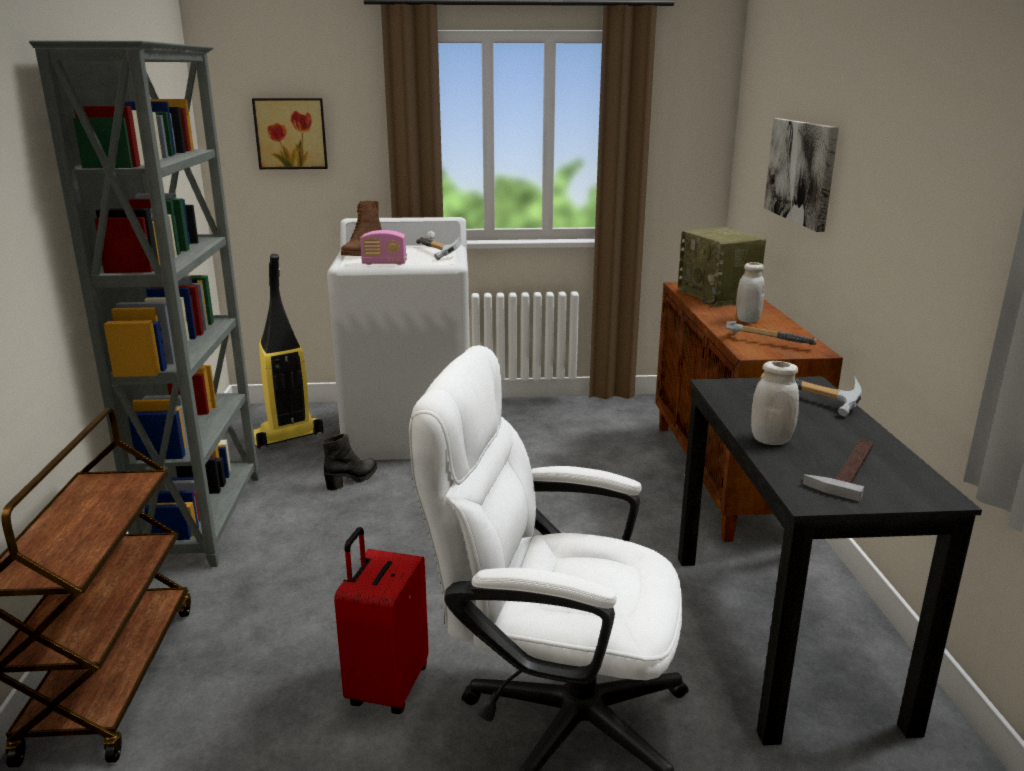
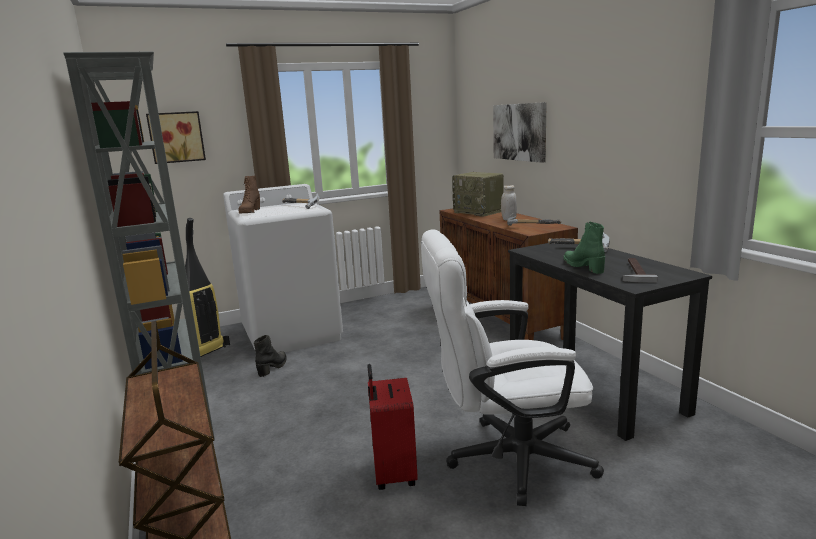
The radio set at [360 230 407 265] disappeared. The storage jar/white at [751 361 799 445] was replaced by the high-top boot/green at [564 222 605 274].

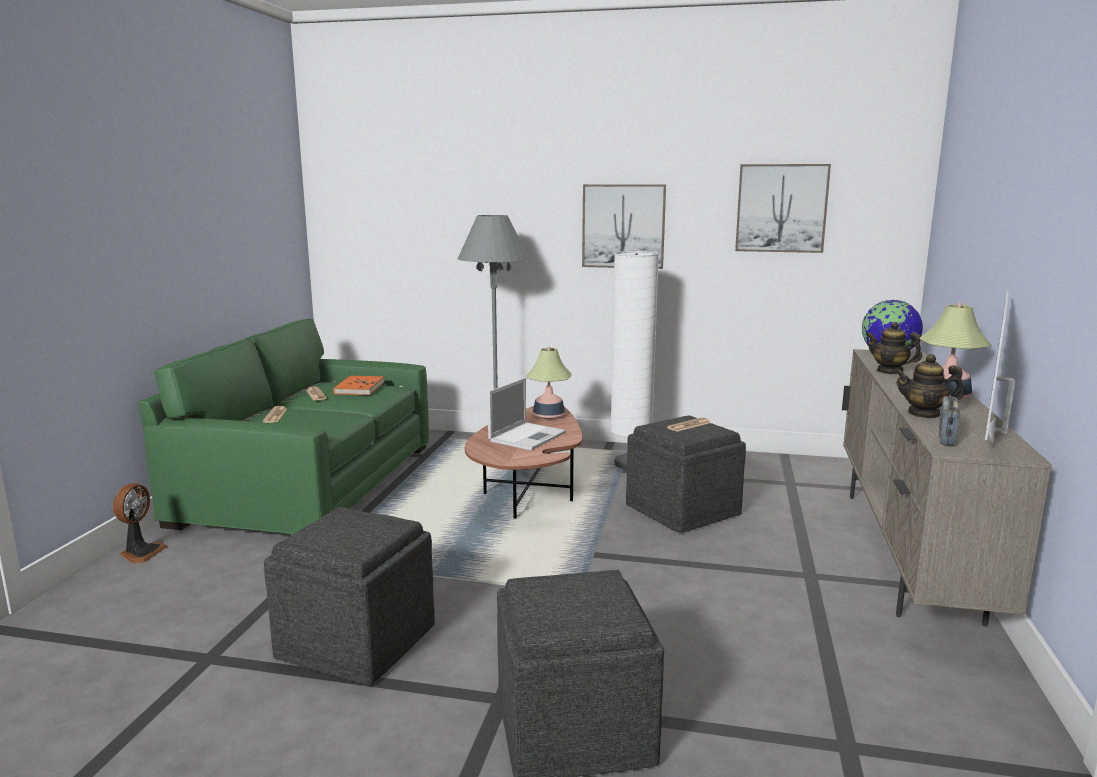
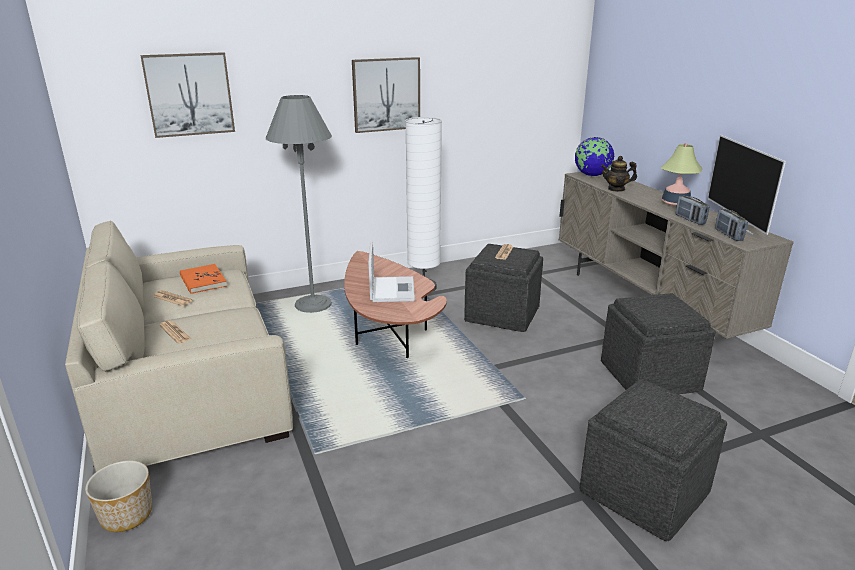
The wall art moved from [735 164 831 253] to [140 52 235 138]. The settee/green at [139 318 429 534] became the settee/beige-coloured at [65 220 293 472]. The table lamp at [526 347 572 419] disappeared. The tea pot at [894 354 964 418] was replaced by the radio set at [676 196 710 225]. The fan at [113 483 168 564] was replaced by the planter at [85 460 152 532]. The pouffe/grey moved from [264 507 435 685] to [601 293 716 394].

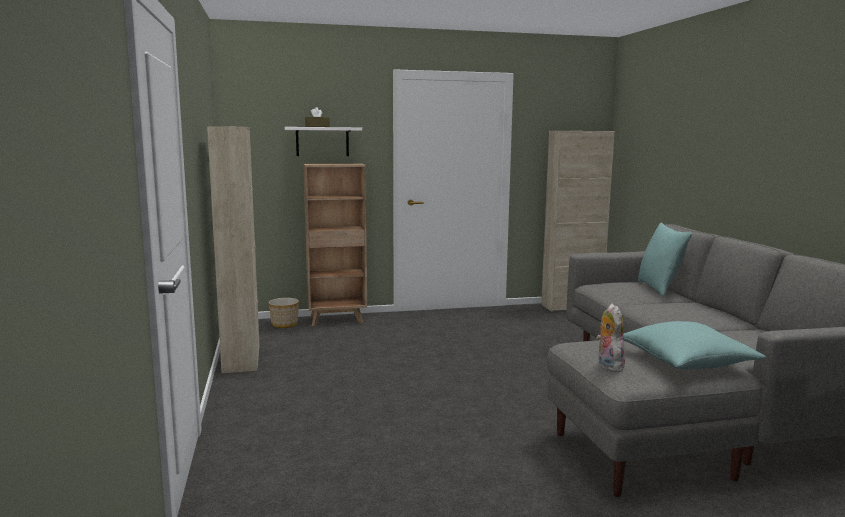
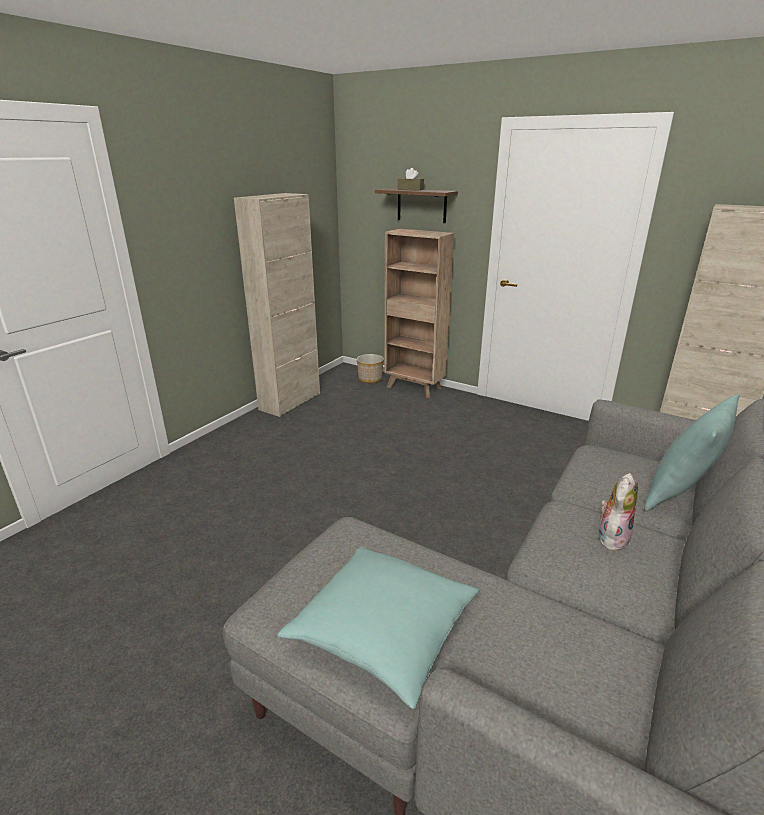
The shelf/white at [285 127 362 156] became the shelf/brown at [375 188 458 223]. The cuddly toy moved from [596 304 625 372] to [599 473 638 551].

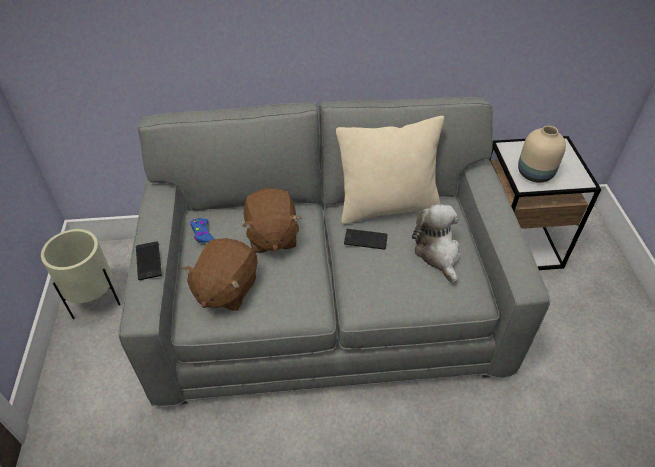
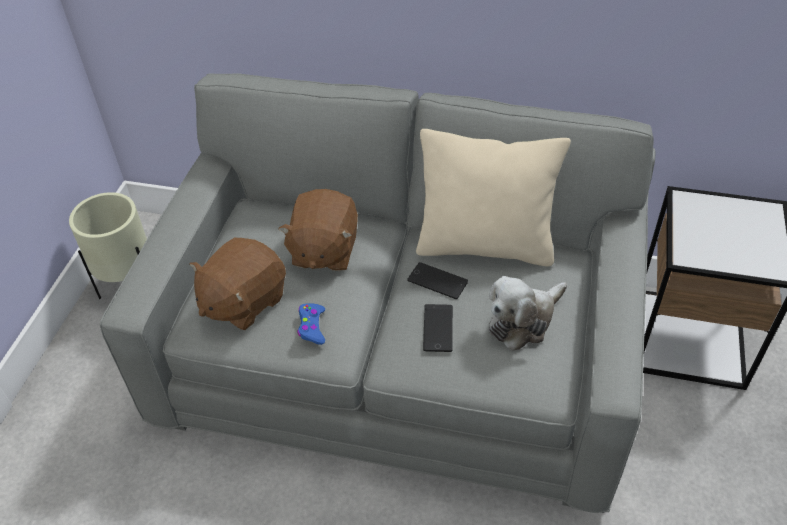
The decorative vase/beige-coloured at [518 126 566 183] disappeared. The cuddly toy at [412 204 460 283] turned 135 degrees counterclockwise. The joypad/blue-coloured moved from [190 218 215 243] to [297 303 325 345]. The telephone moved from [136 242 162 280] to [423 304 453 352].

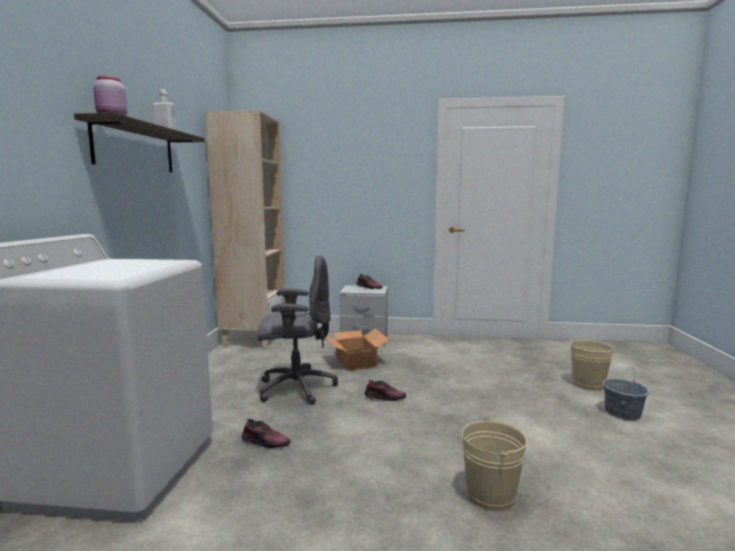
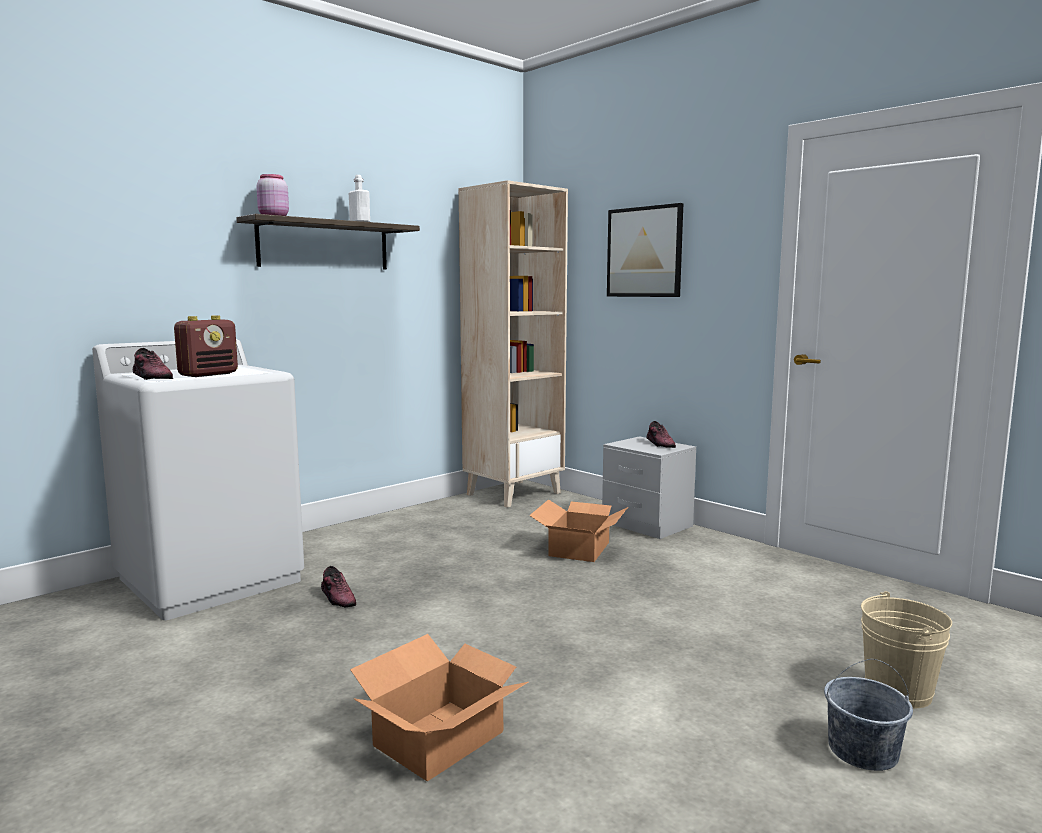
The office chair/grey at [258 255 338 405] disappeared. The item of footwear moved from [365 380 406 401] to [133 348 173 380]. The bucket/beige-coloured at [462 416 528 511] was replaced by the packing box at [350 634 528 782]. The wall art at [607 203 683 297] appeared. The radio set at [174 315 238 377] appeared.

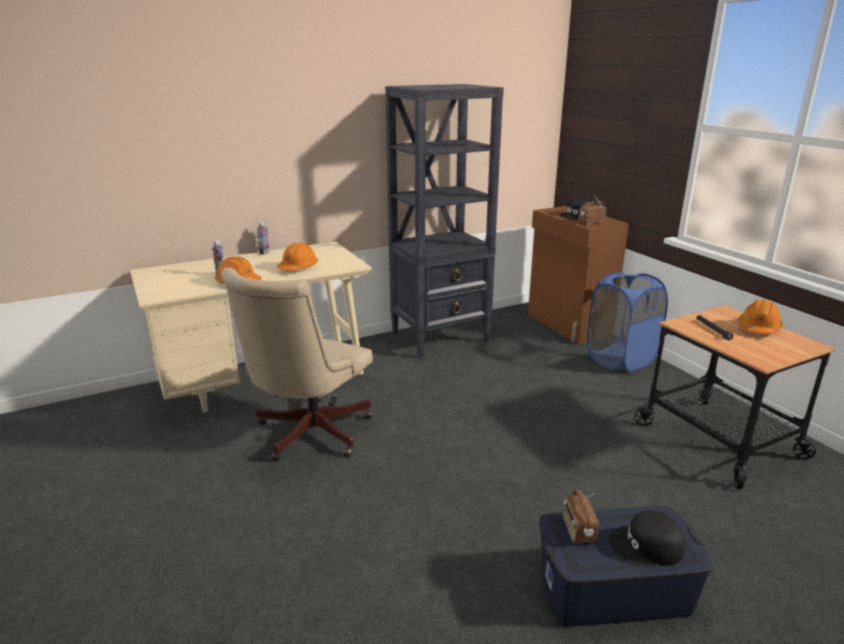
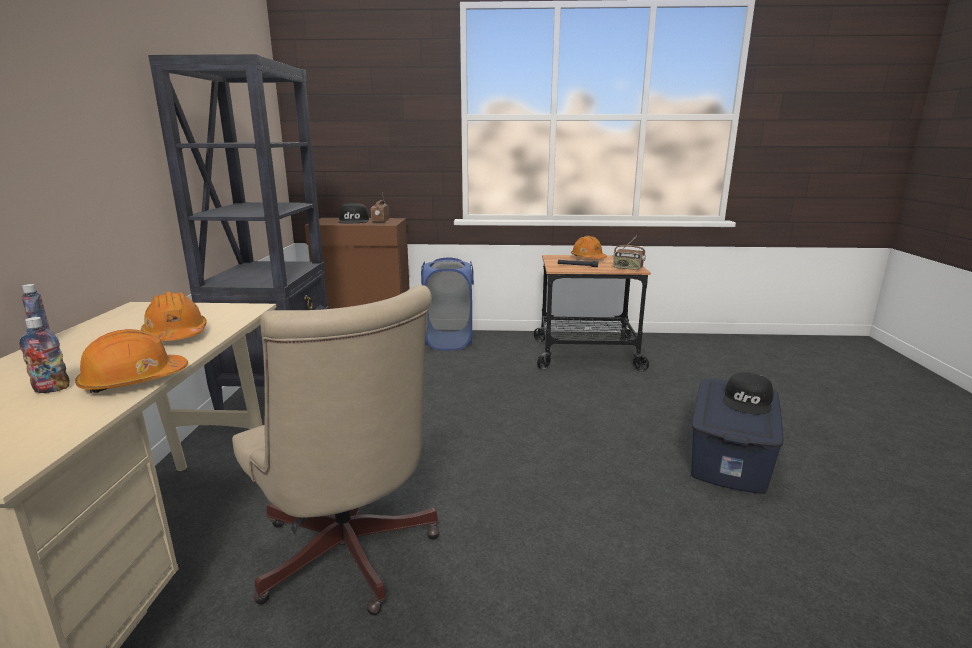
The radio set moved from [563 490 599 543] to [613 236 646 270].

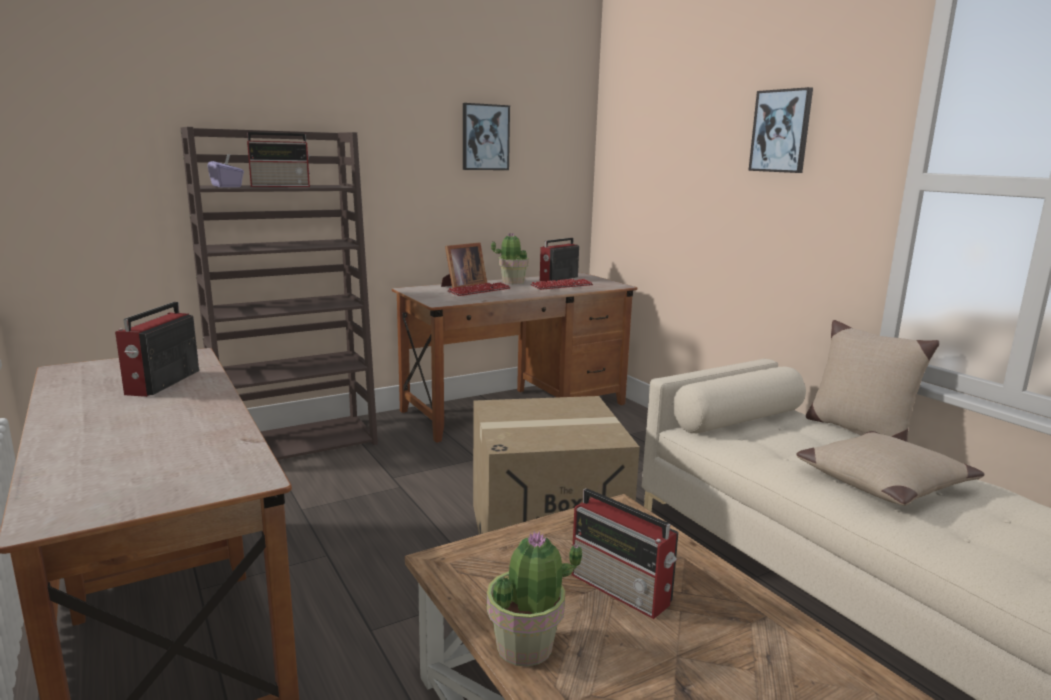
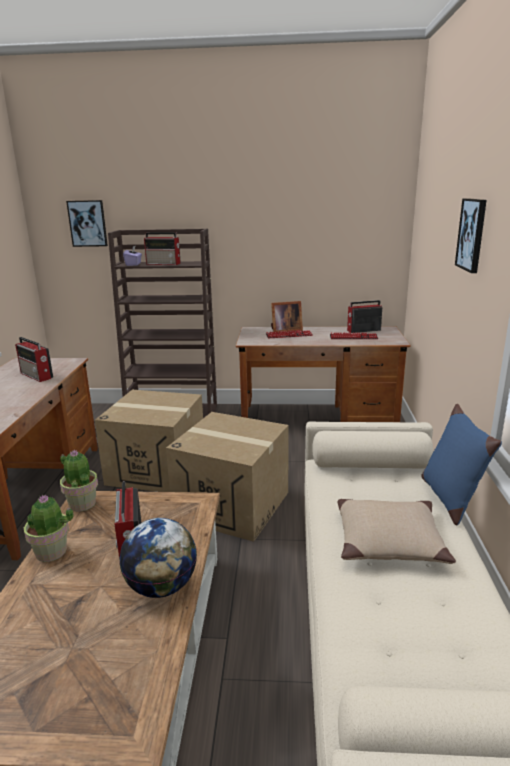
The wall art moved from [463 103 510 170] to [66 200 108 247]. The plant in a pot moved from [491 233 529 284] to [60 449 98 511]. The radio set at [115 302 199 397] turned 90 degrees counterclockwise. The pillow/beige-coloured at [806 320 939 442] became the pillow/blue-coloured at [421 404 502 526]. The packing box at [95 390 203 492] appeared. The world globe at [119 518 197 598] appeared.

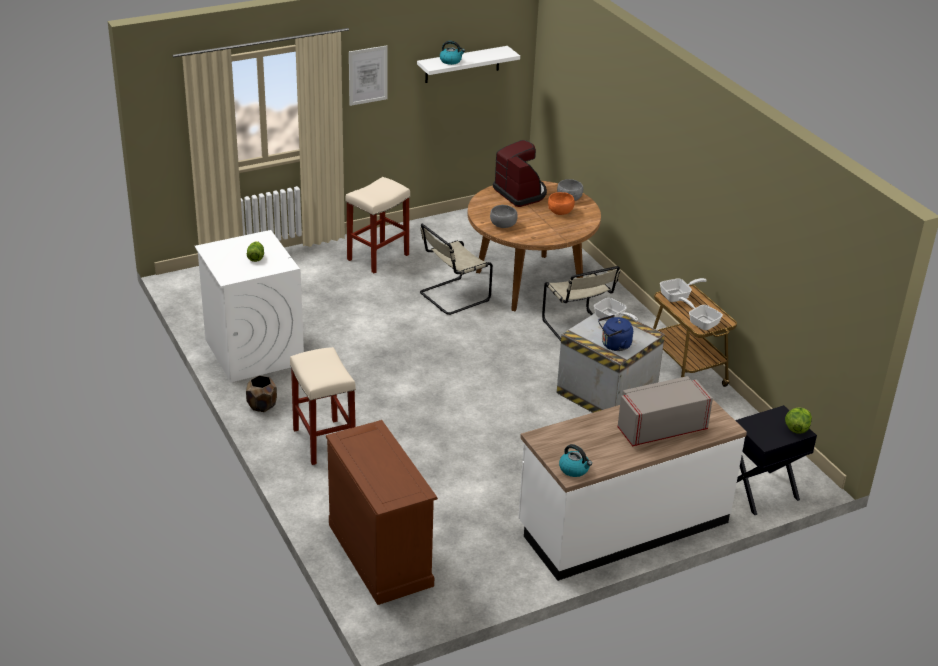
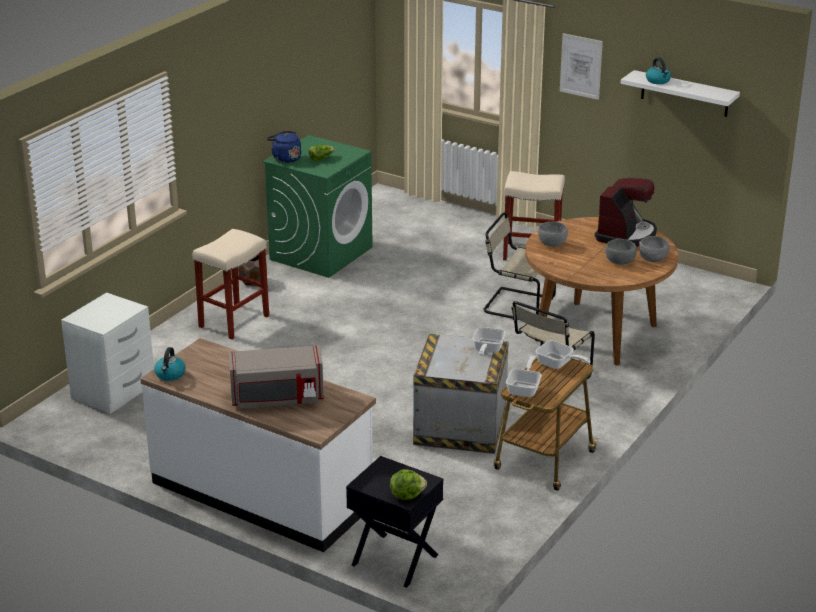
The serving bowl/orangey at [548 192 575 215] became the serving bowl/grey at [605 239 637 265]. The washing machine/white at [195 230 304 382] became the washing machine/green at [263 135 373 278]. The water kettle/blue-coloured moved from [598 315 633 351] to [267 131 301 163]. The kitchen microwave/grey at [617 376 713 446] turned 135 degrees clockwise. The chest of drawers/brown at [326 420 438 605] was replaced by the night table/white at [61 292 154 414].

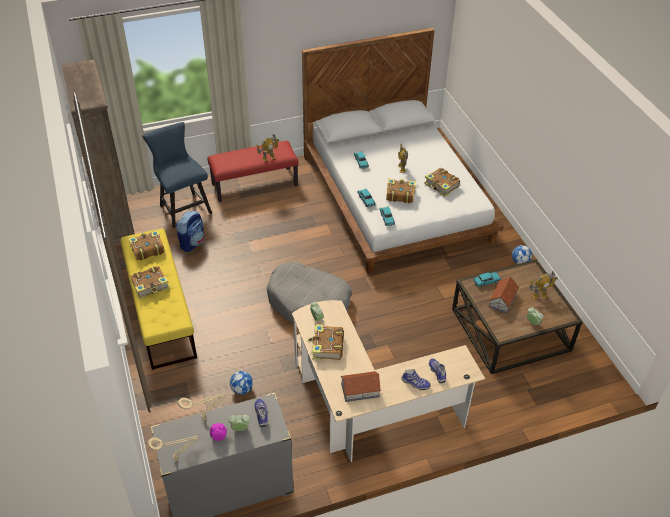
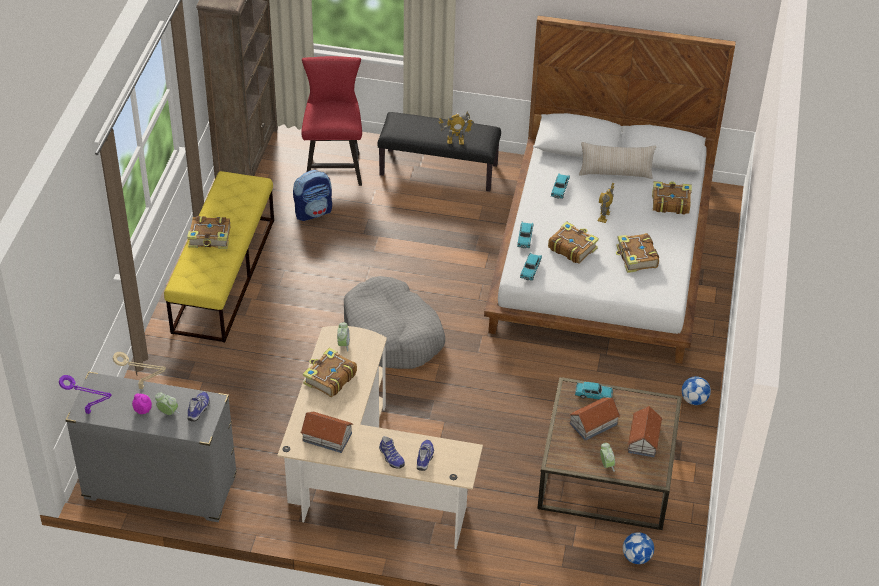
The plain chair/blue-coloured at [142 122 212 228] became the plain chair/red-coloured at [301 56 362 186]. The long seat/red-coloured at [208 141 299 202] became the long seat/blackish at [378 112 501 191]. The bound book moved from [128 230 165 260] to [652 181 692 214]. The model robot at [529 271 558 299] was replaced by the miniature house at [628 406 663 457]. The football ball moved from [230 371 253 395] to [623 532 654 564]. The table lamp/beige-coloured at [148 435 199 462] became the table lamp/purplish at [59 375 112 414]. The pillow/beige-coloured at [579 142 656 179] appeared.

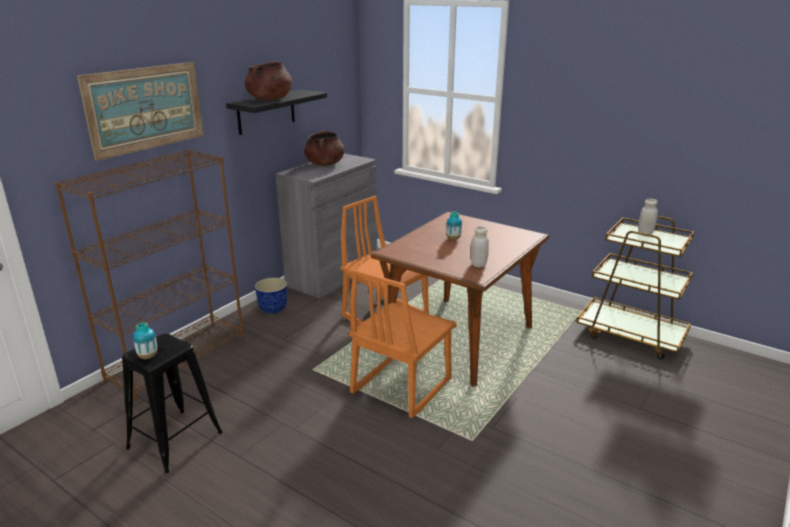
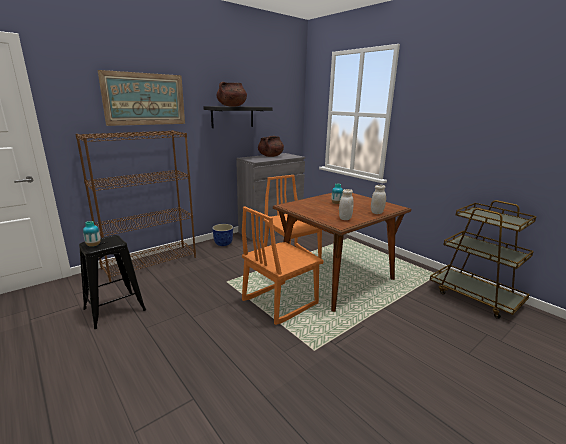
The storage jar/white moved from [638 199 658 236] to [371 185 386 214].

